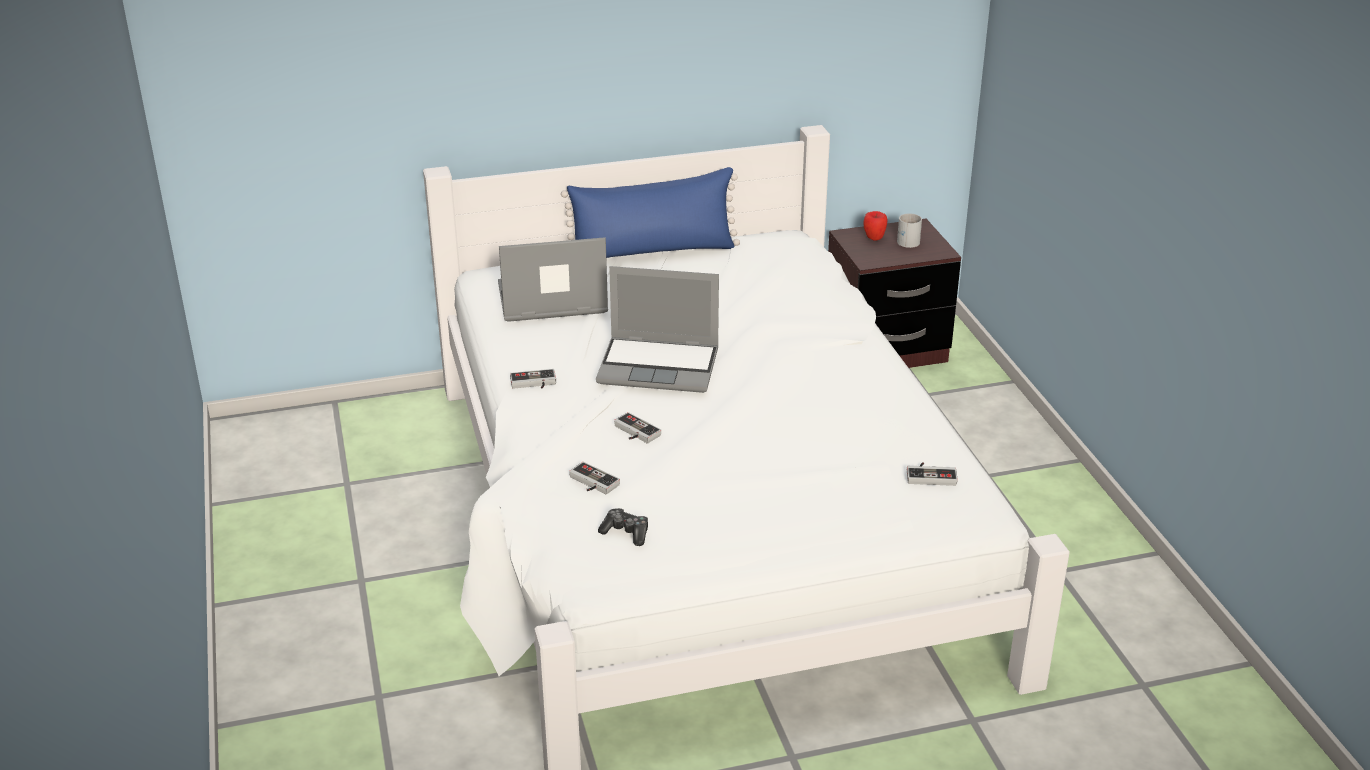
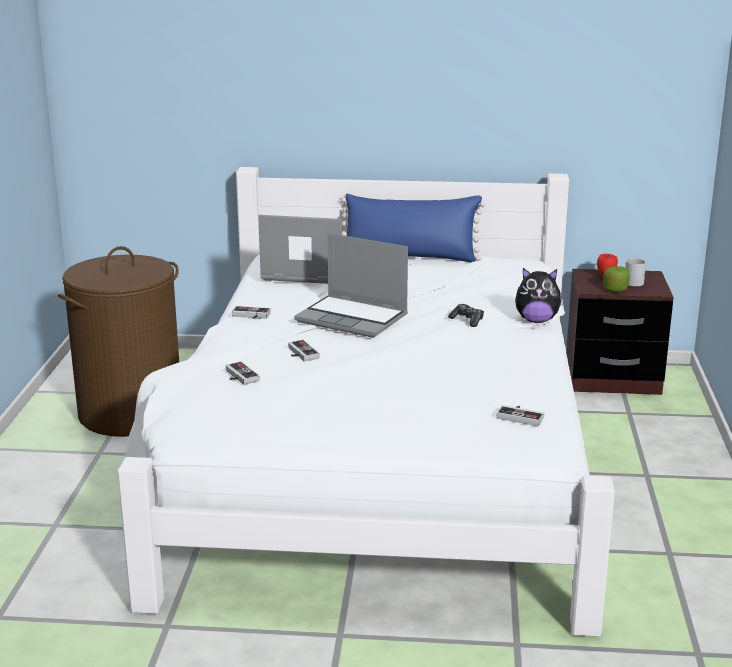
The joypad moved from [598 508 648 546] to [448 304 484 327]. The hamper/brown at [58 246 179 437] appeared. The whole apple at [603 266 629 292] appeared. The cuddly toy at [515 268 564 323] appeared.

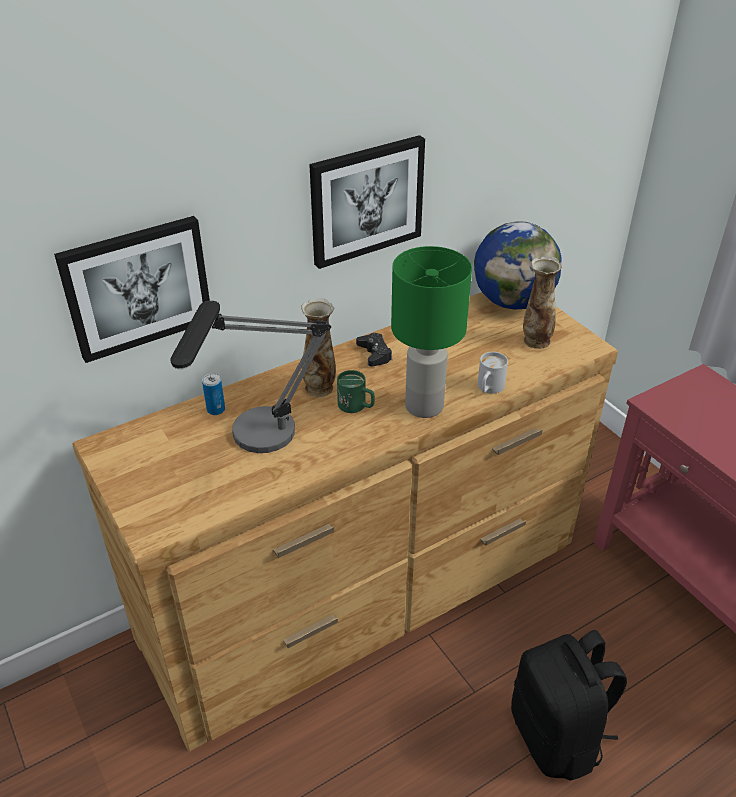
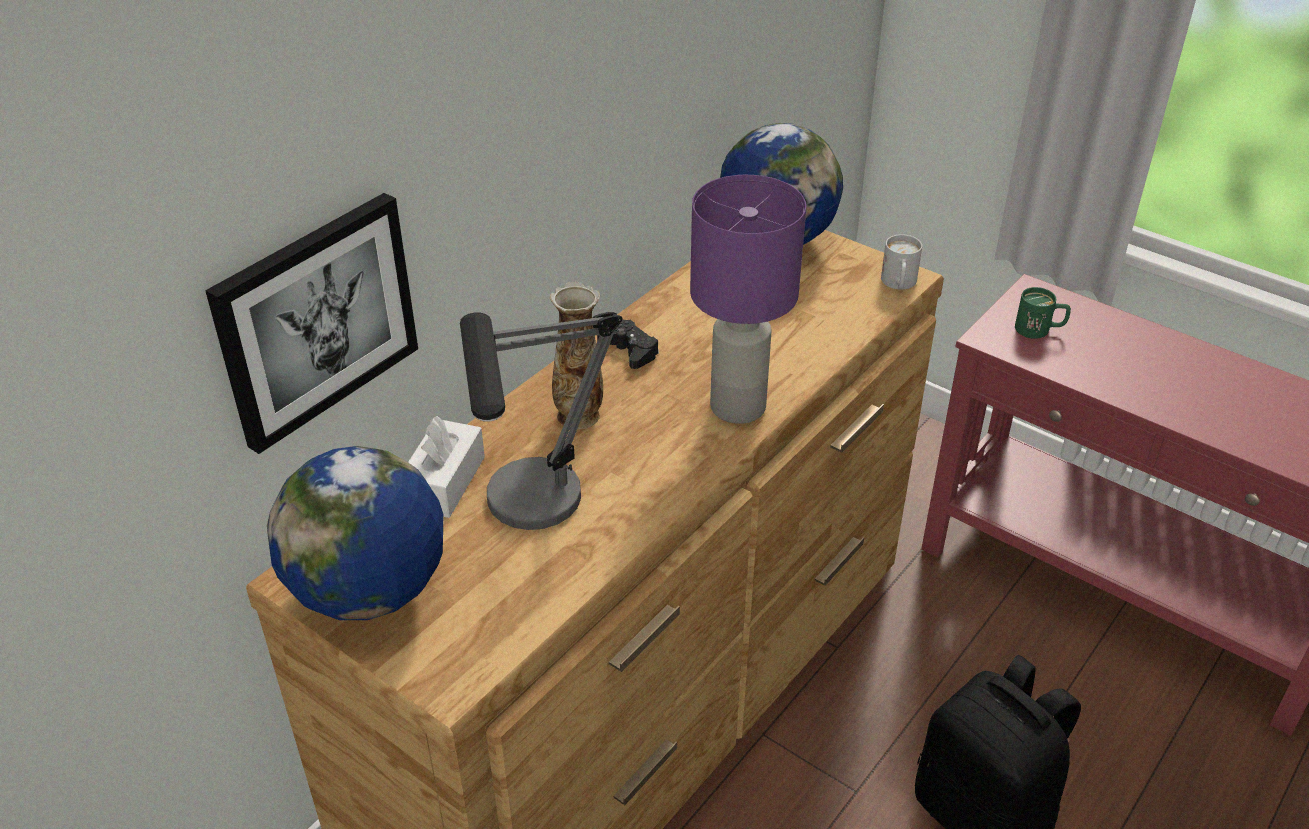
The wall art at [309 135 425 269] disappeared. The table lamp/green at [391 246 472 418] became the table lamp/purplish at [690 175 806 424]. The decorative vase at [523 256 562 349] disappeared. The mug/white moved from [478 352 508 393] to [881 234 922 290]. The mug/green moved from [337 370 375 413] to [1015 287 1071 339]. The sealed can at [202 373 225 415] was replaced by the tissue holder/white at [408 416 485 518]. The world globe at [267 446 443 620] appeared.

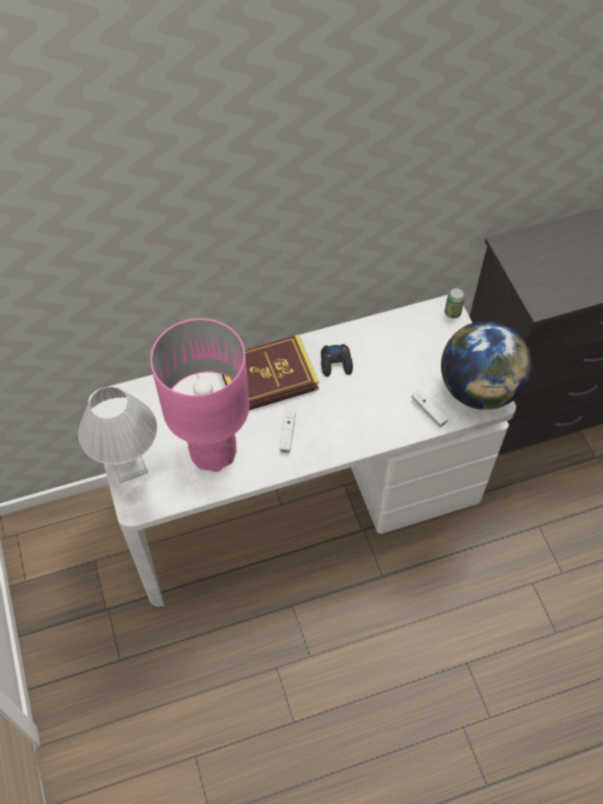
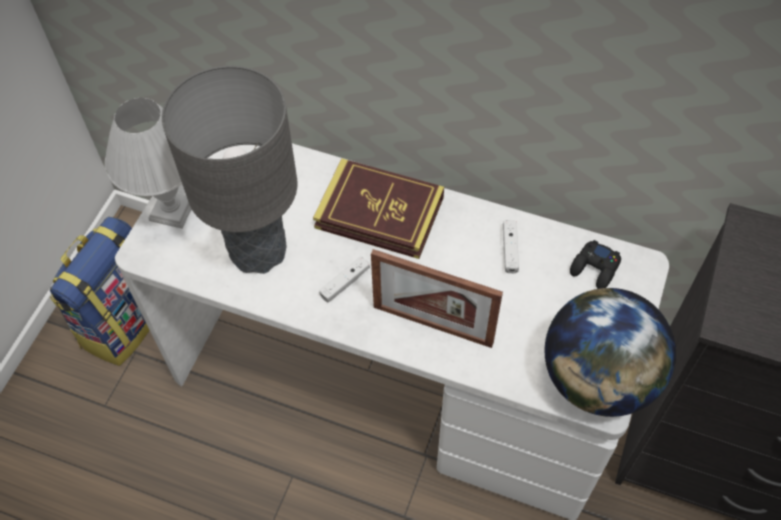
The sealed can at [445 287 465 319] disappeared. The table lamp/pink at [150 318 249 472] became the table lamp/grey at [162 66 298 274]. The joypad/blackish moved from [321 344 353 377] to [570 240 621 289]. The joypad/white moved from [411 390 448 427] to [503 221 519 273]. The rucksack at [50 217 150 366] appeared. The picture frame at [371 249 503 348] appeared.

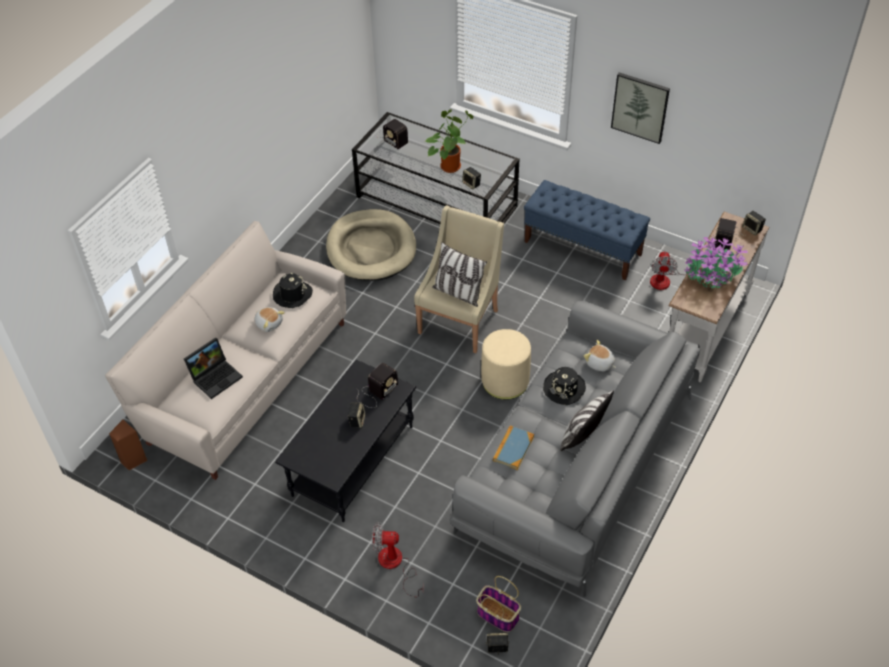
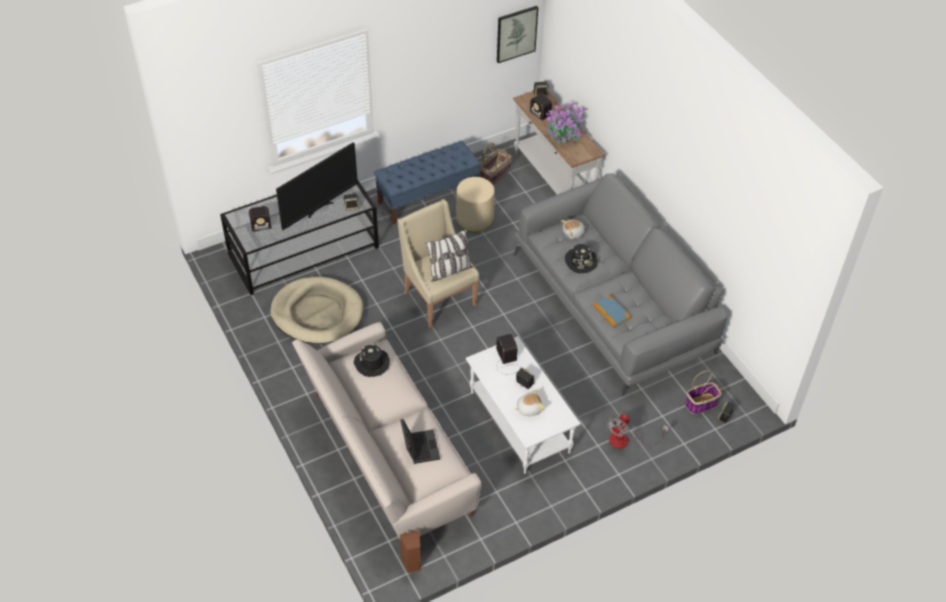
The wall art moved from [611 72 670 144] to [497 6 538 63]. The plant in a pot at [425 109 474 173] was replaced by the TV at [276 142 358 230]. The fan at [650 250 701 290] was replaced by the storage basket at [479 143 512 185]. The cuddly toy moved from [254 307 285 332] to [514 389 544 416]. The pouffe/beige-coloured moved from [481 329 531 400] to [456 177 495 232]. The low table/blackish at [275 360 416 522] became the low table/white at [466 336 581 474]. The pillow at [560 390 614 451] disappeared.

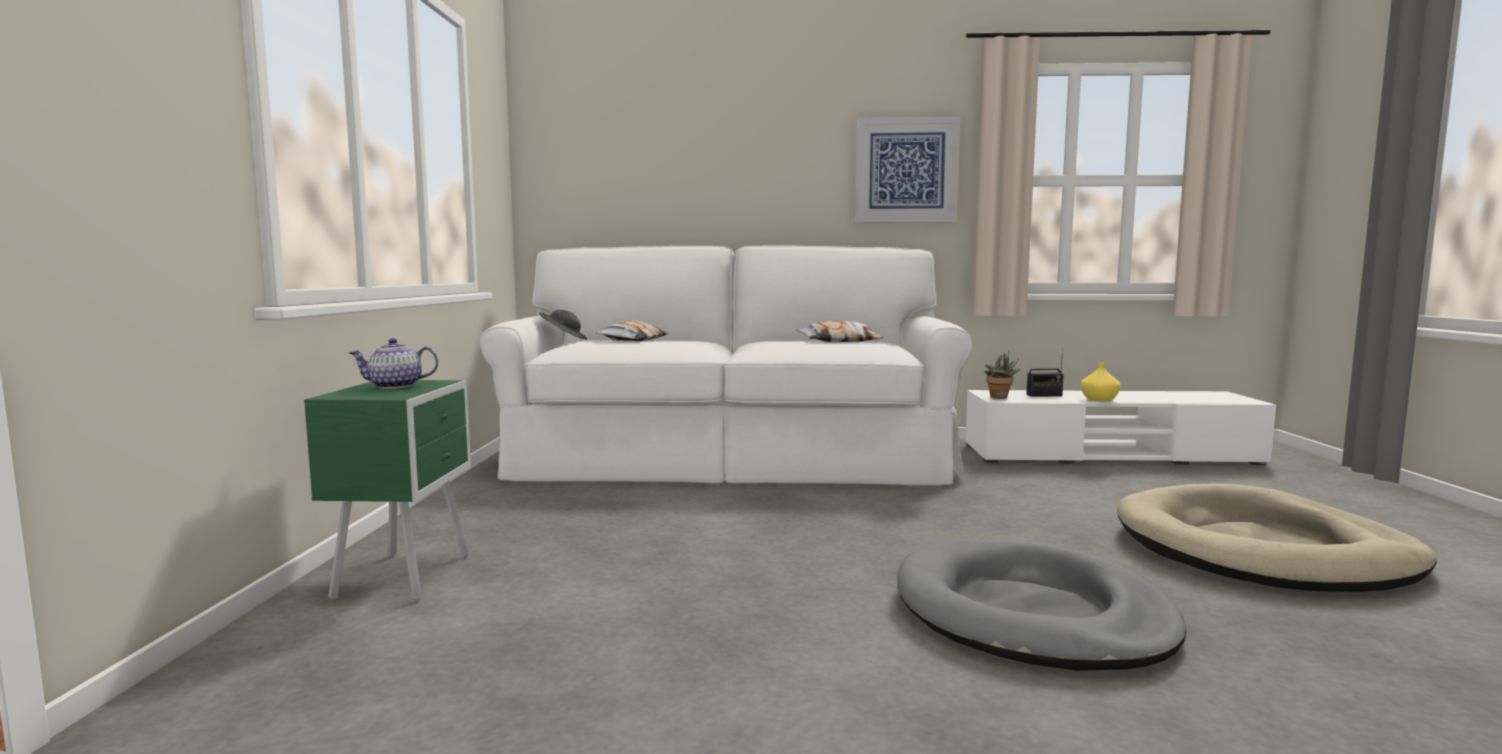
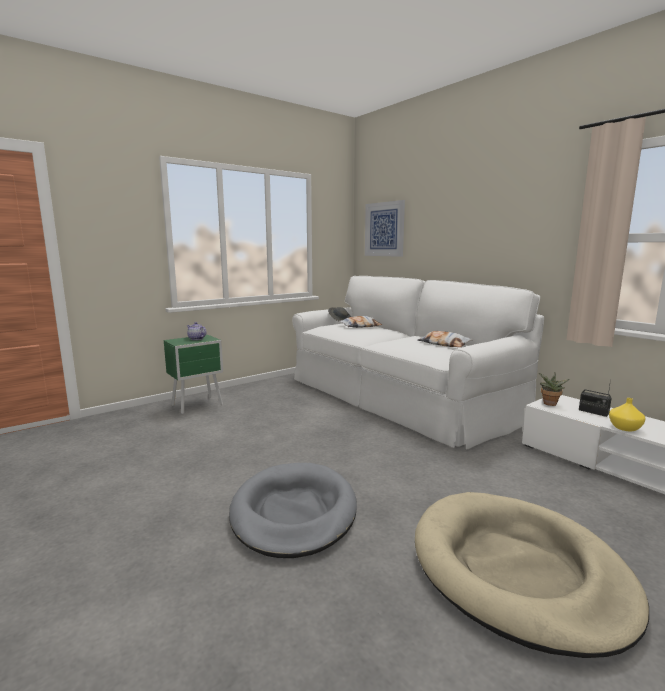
The wall art moved from [854 117 960 222] to [365 200 405 257].

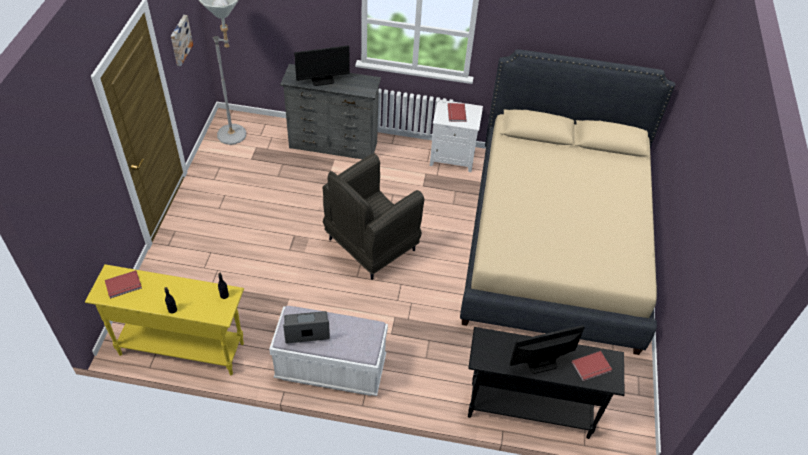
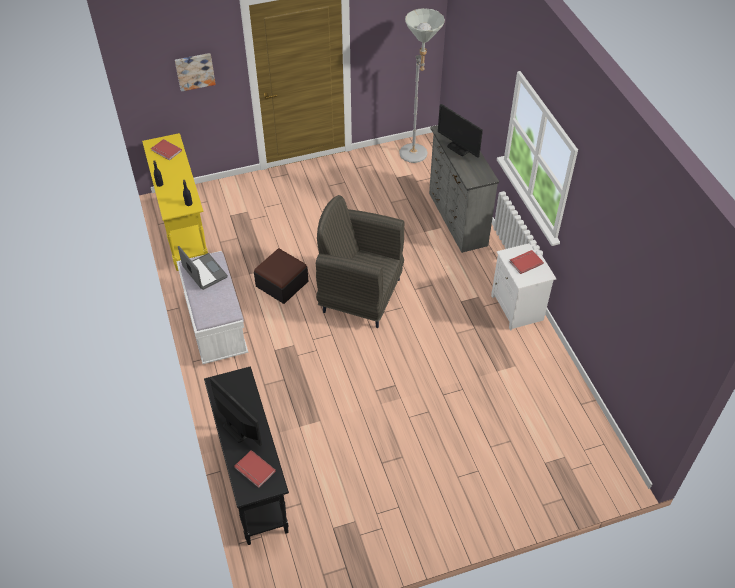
The wall art moved from [171 15 193 66] to [175 53 216 92]. The sleeping bed/beige-coloured at [460 49 675 355] disappeared. The pouffe at [254 248 309 304] appeared.

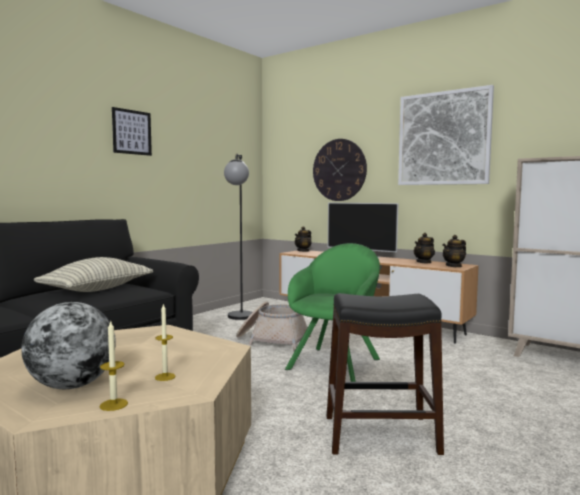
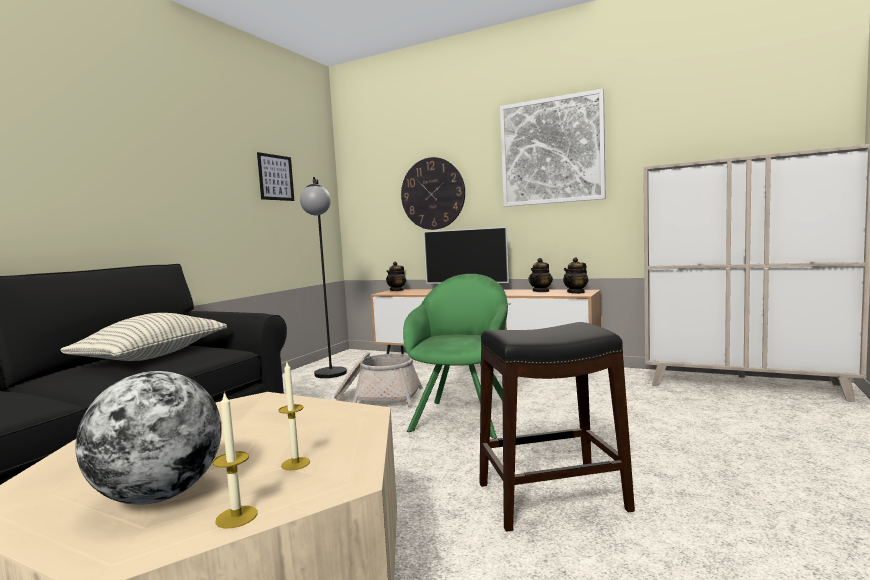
The wall art moved from [112 107 152 156] to [257 152 294 201].

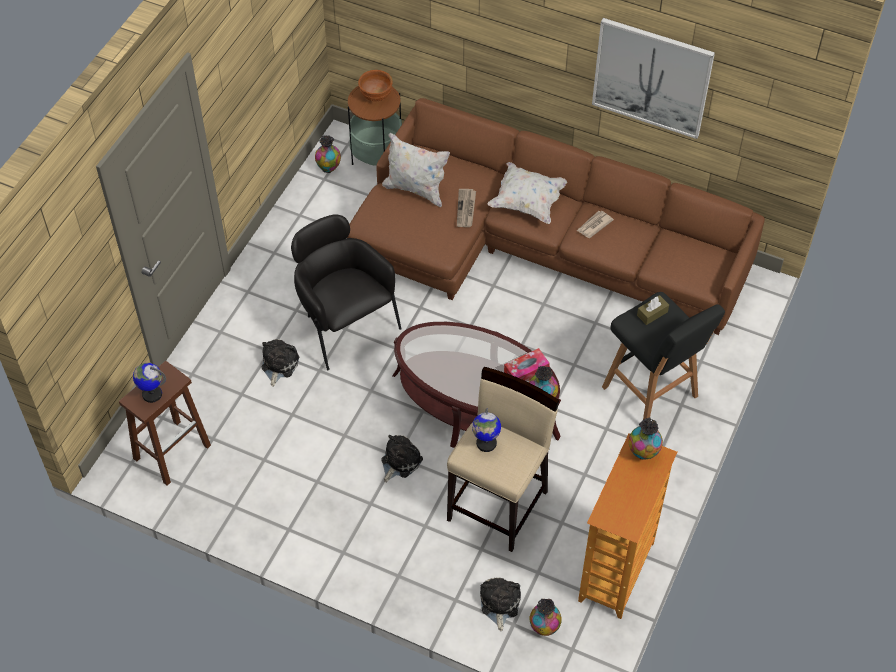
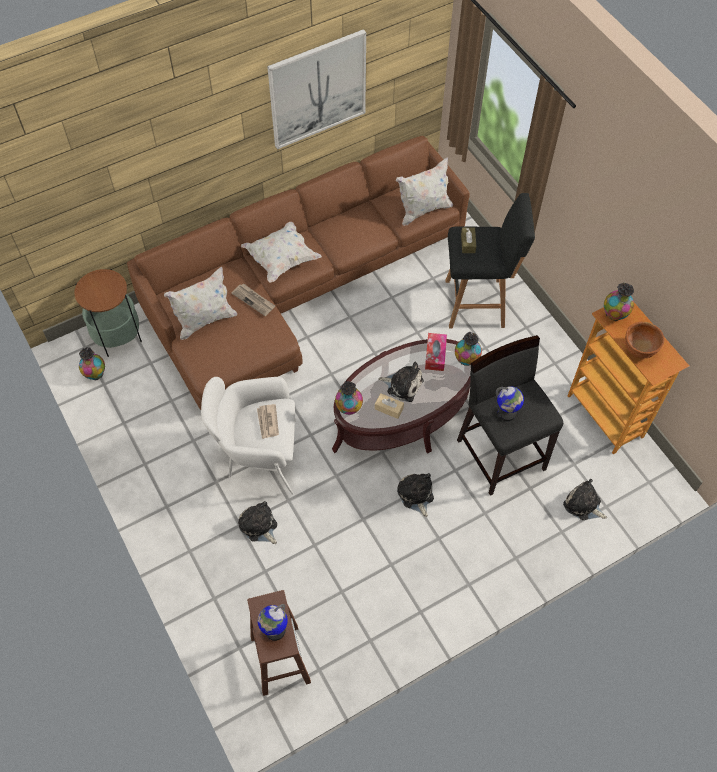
The serving bowl/brown moved from [358 70 393 101] to [625 322 664 358]. The newspaper moved from [577 211 614 238] to [257 404 279 439]. The armchair/blackish at [291 215 402 370] became the armchair/white at [201 377 297 495]. The stool/beige-coloured at [447 367 560 552] became the stool/blackish at [457 335 563 496]. The decorative vase moved from [530 599 562 637] to [335 381 363 415]. The pillow/white at [396 157 453 226] appeared. The cuddly toy at [379 362 423 402] appeared. The tissue holder/beige-coloured at [375 393 404 419] appeared.

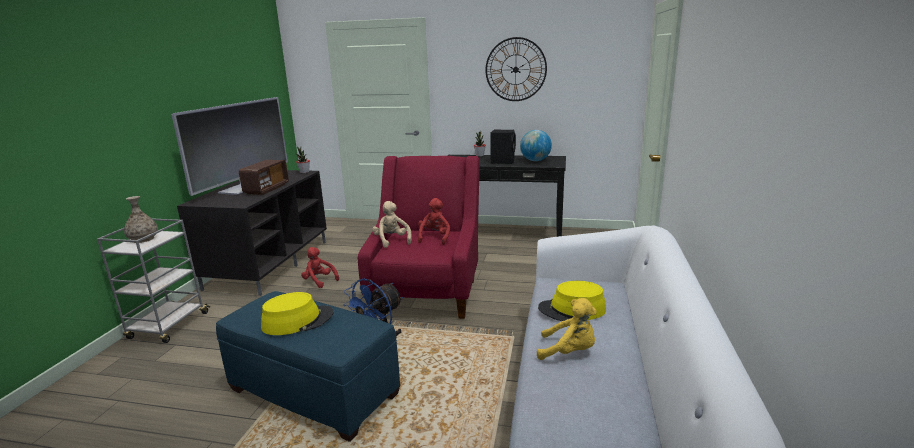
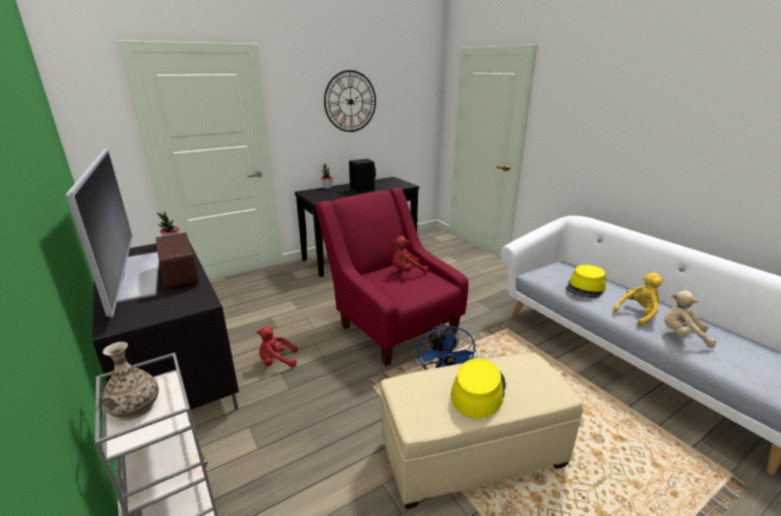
The world globe at [520 130 552 161] disappeared. The cuddly toy/red-coloured at [418 198 450 245] turned 75 degrees counterclockwise. The cuddly toy/beige-coloured moved from [372 201 412 248] to [664 291 716 348]. The pouffe/blue-coloured at [216 291 400 442] became the pouffe/beige-coloured at [380 352 583 509].

